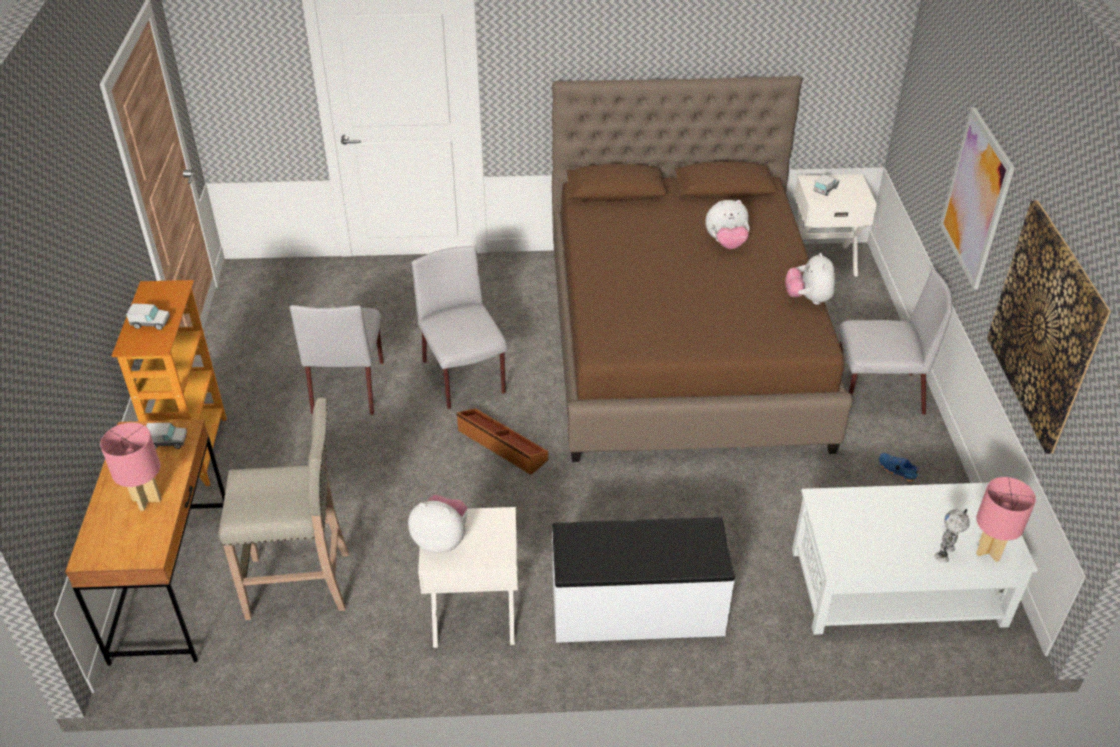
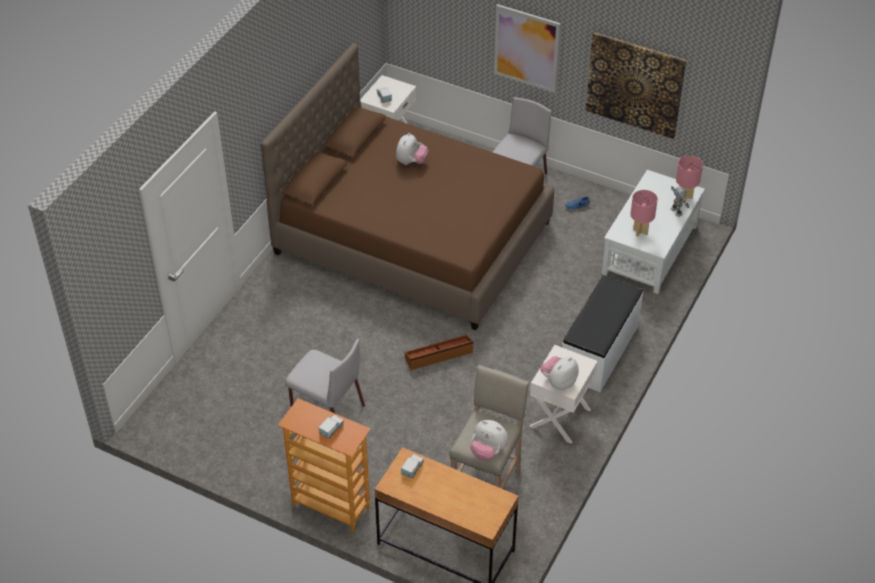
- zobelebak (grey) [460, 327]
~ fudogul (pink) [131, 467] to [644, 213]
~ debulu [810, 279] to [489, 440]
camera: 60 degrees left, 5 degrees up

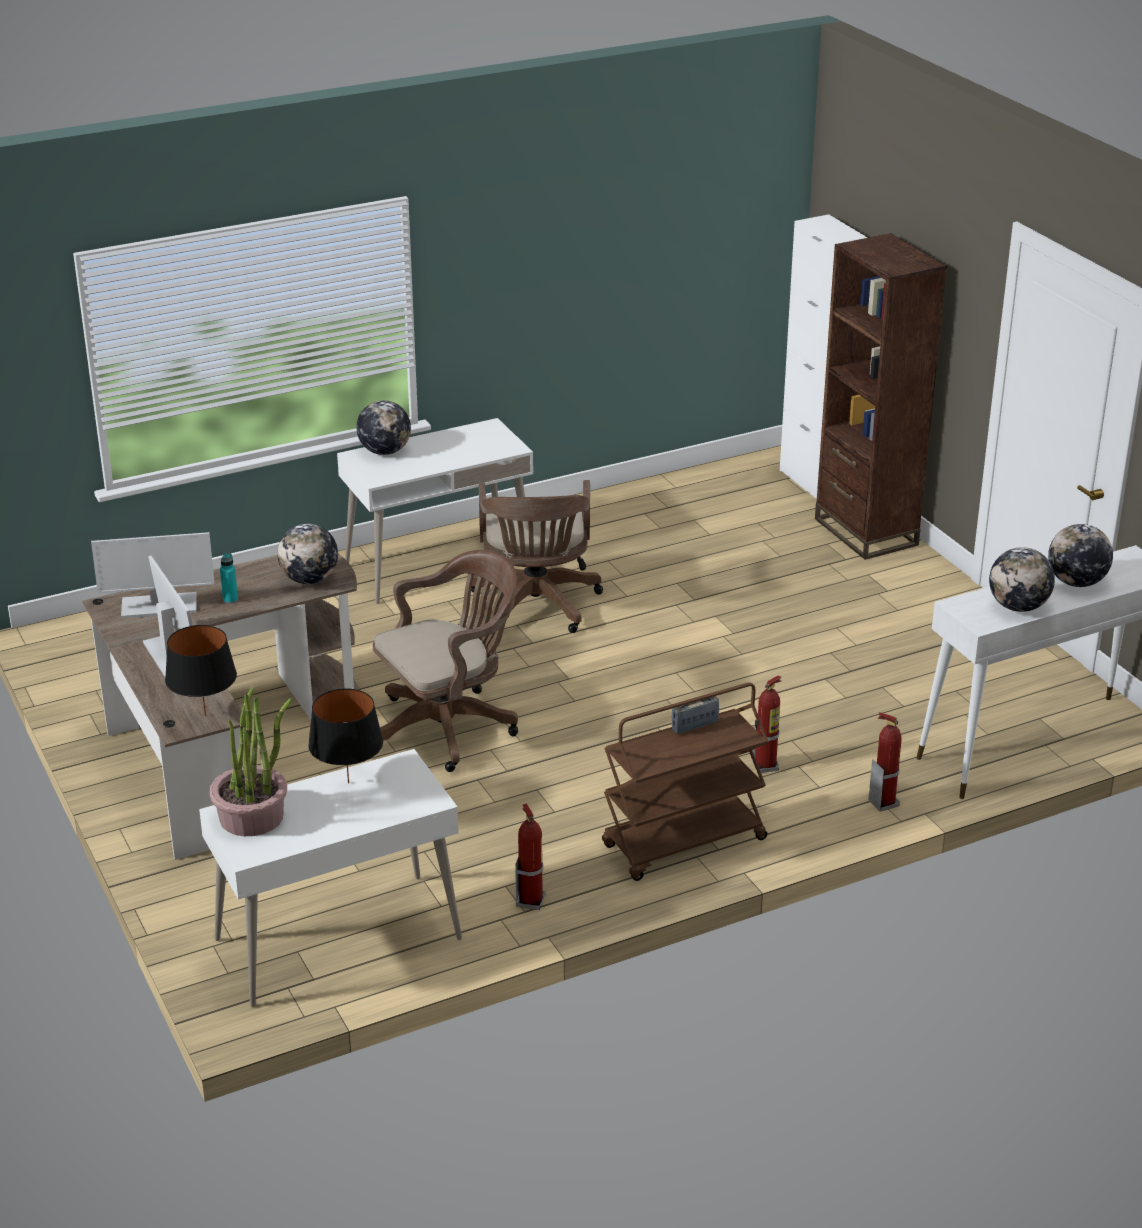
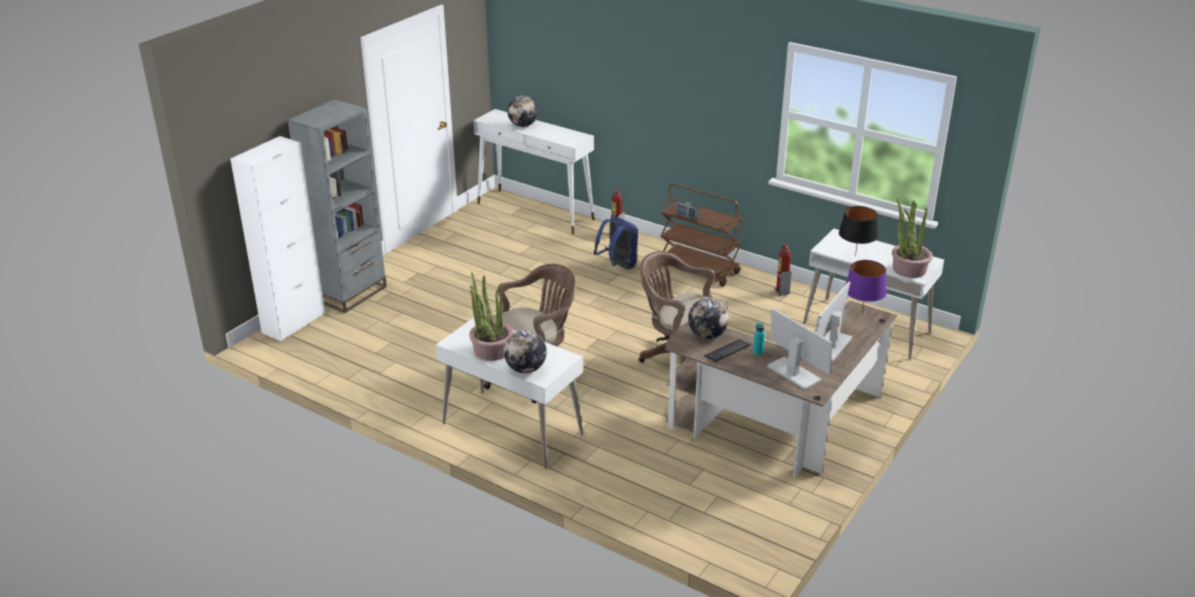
- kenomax [1022, 579]
+ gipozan [491, 316]
+ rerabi [727, 351]
~ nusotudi [767, 724] to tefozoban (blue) [616, 242]
~ fudogul (black) [201, 670] to fudogul (purple) [866, 287]
~ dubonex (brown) [881, 396] to dubonex (grey) [337, 206]
camera: 120 degrees left, 0 degrees up

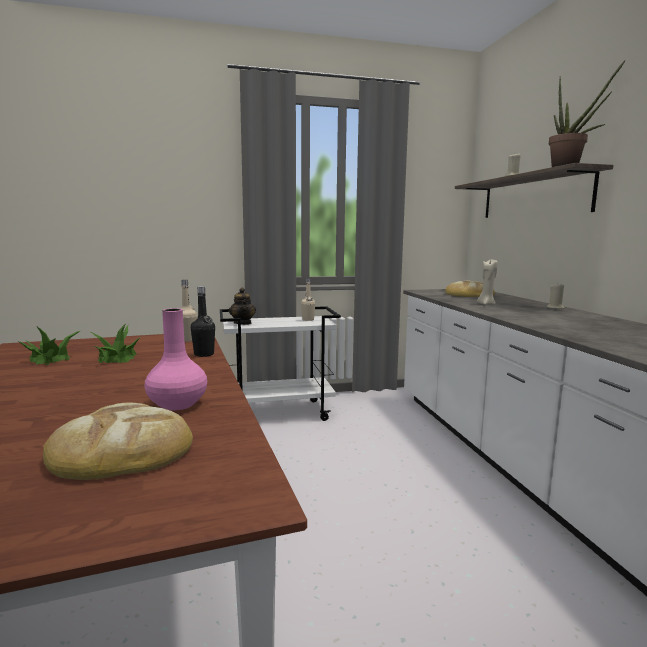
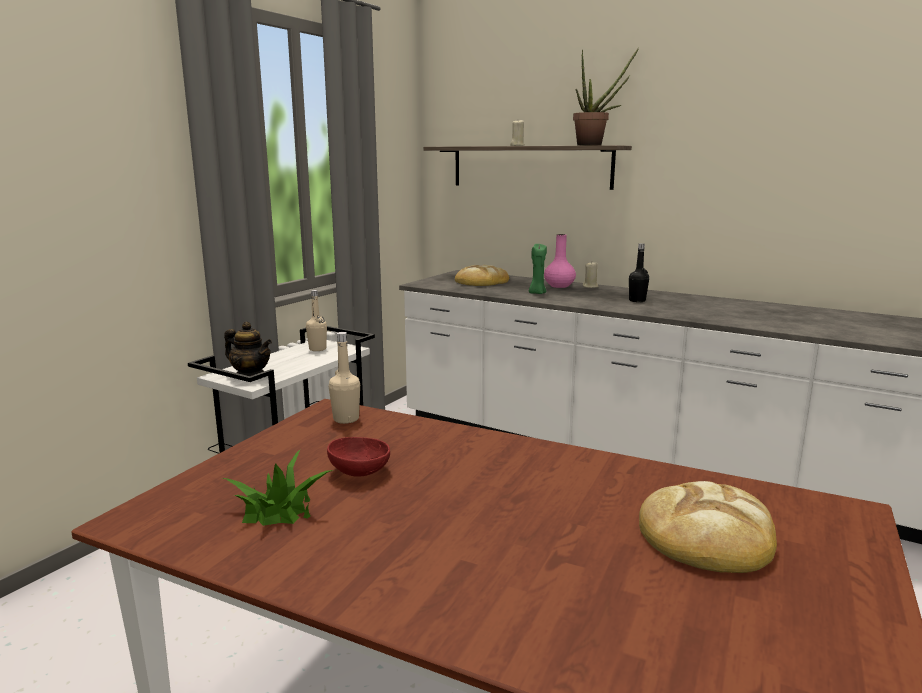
~ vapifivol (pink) [176, 359] to [560, 261]
~ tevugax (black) [203, 321] to [639, 273]
~ gipozan [116, 343] to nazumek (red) [358, 457]
~ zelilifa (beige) [487, 282] to zelilifa (green) [538, 269]
camera: 45 degrees left, 5 degrees up

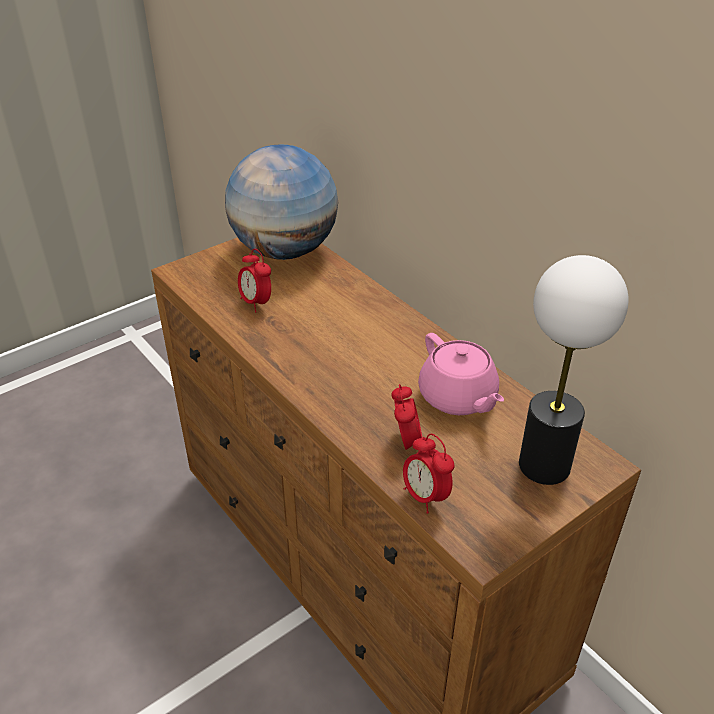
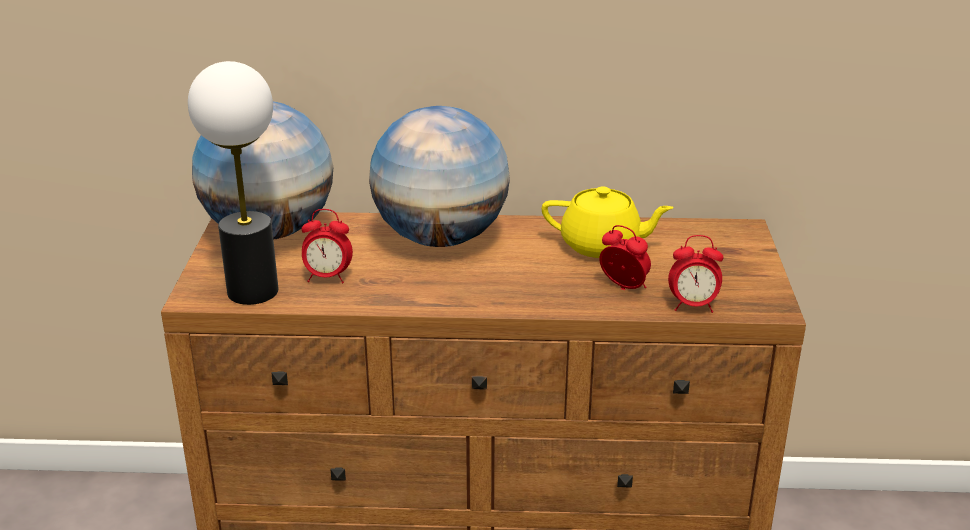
+ kenomax [439, 176]
~ fudogul [574, 370] to [233, 183]
~ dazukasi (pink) [461, 374] to dazukasi (yellow) [608, 222]
camera: 50 degrees left, 10 degrees down

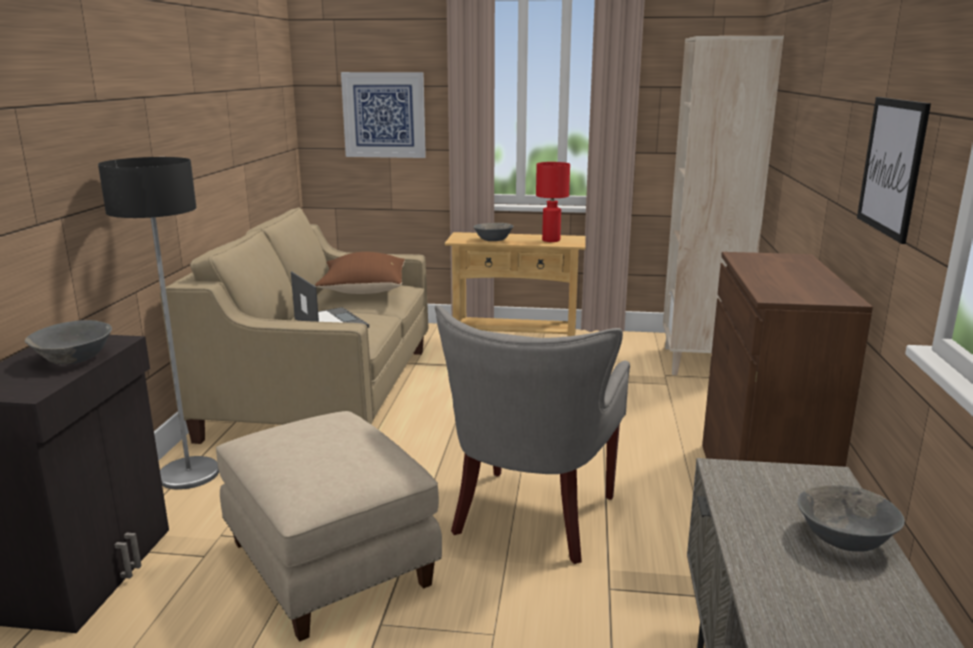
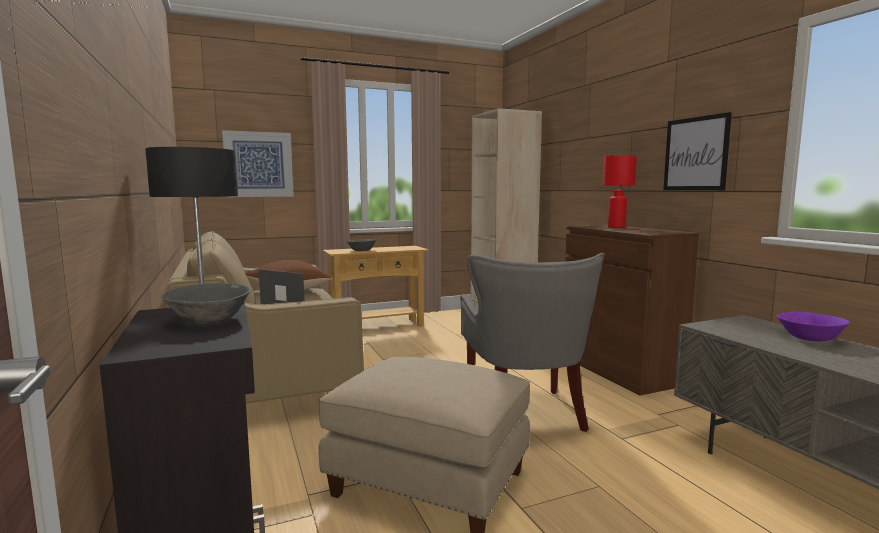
~ fudogul (red) [553, 202] to [620, 191]
~ nazumek (grey) [851, 518] to nazumek (purple) [813, 326]
camera: 30 degrees left, 10 degrees down

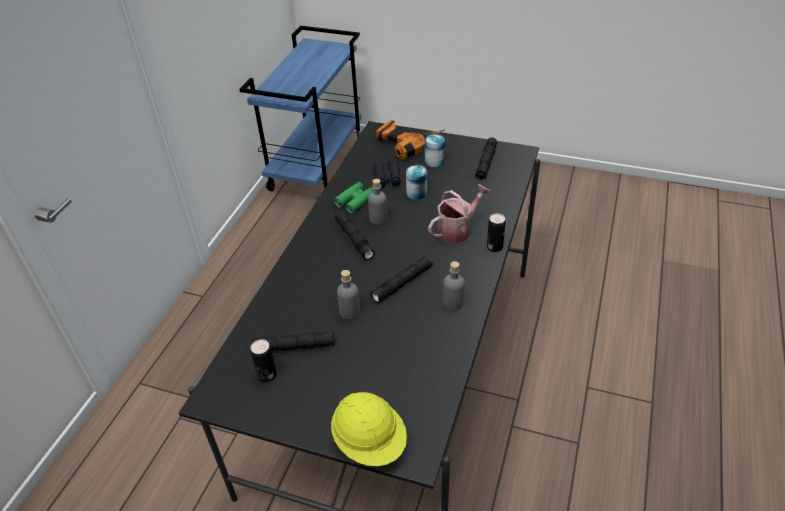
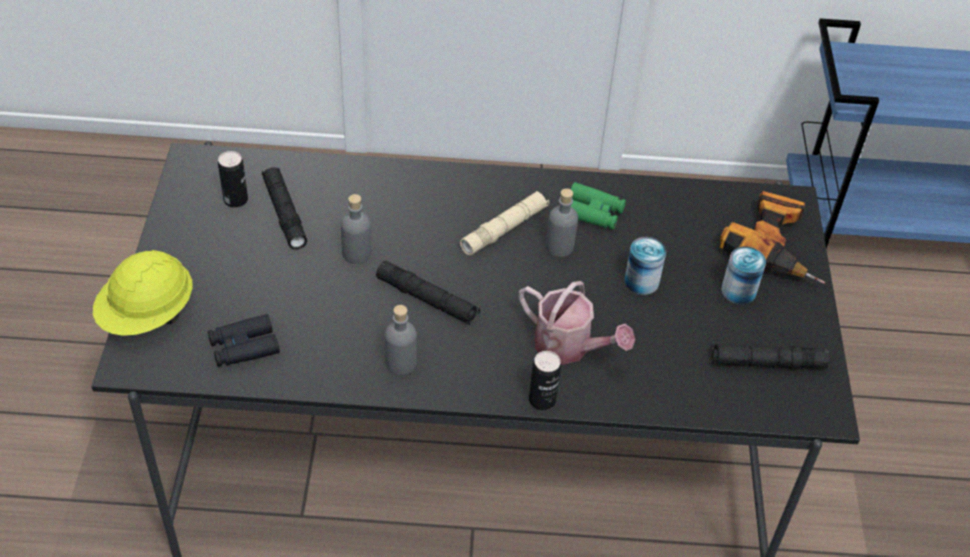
~ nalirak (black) [386, 174] to [244, 340]
~ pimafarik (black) [354, 236] to pimafarik (beige) [504, 223]
camera: 70 degrees right, 5 degrees up

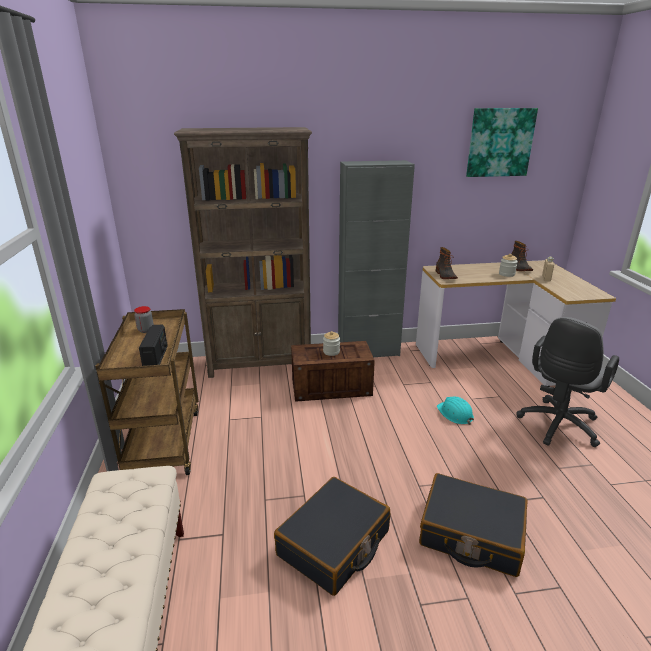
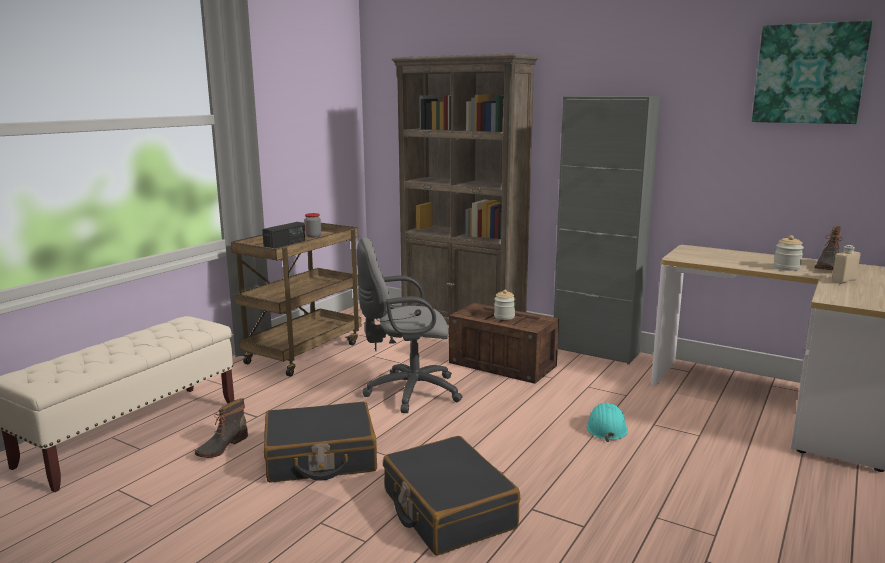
~ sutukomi [447, 263] to [221, 428]
~ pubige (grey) [567, 382] to [410, 325]
camera: 40 degrees right, 10 degrees down

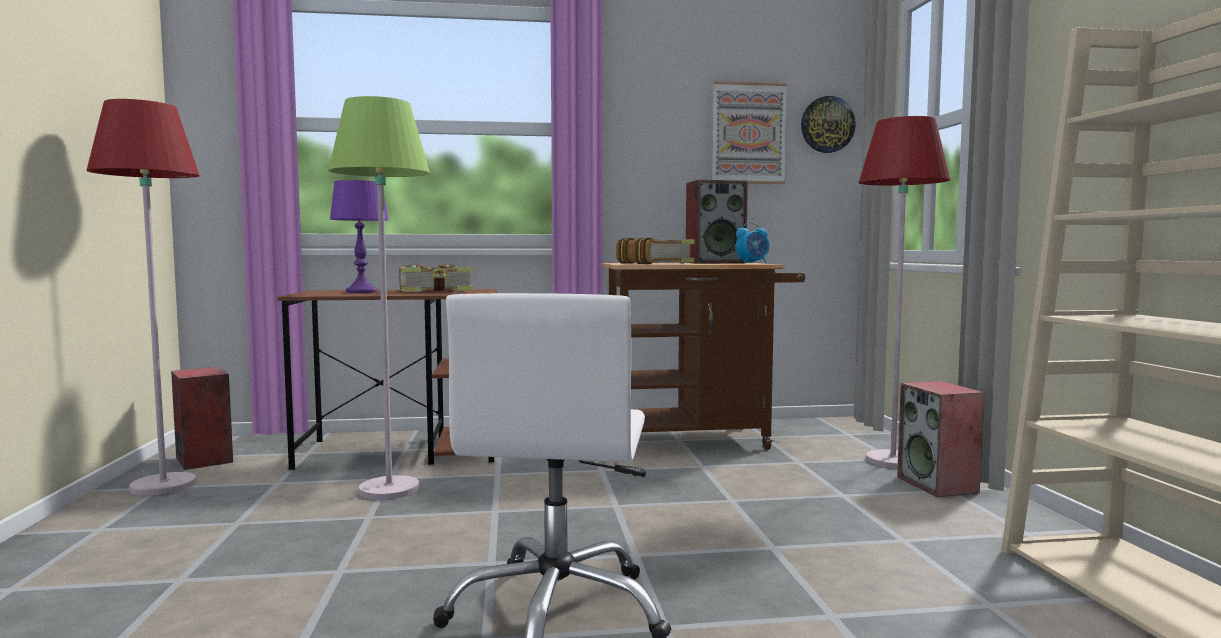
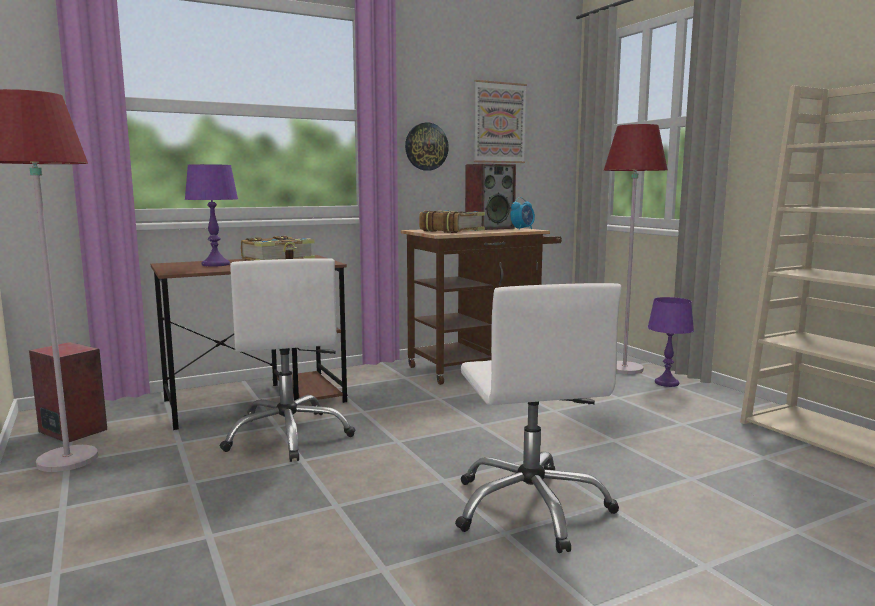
~ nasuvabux [828, 124] to [427, 146]
~ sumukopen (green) [379, 298] to pubige (white) [287, 360]
~ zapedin [941, 439] to fudogul (purple) [671, 342]
camera: 20 degrees left, 5 degrees up

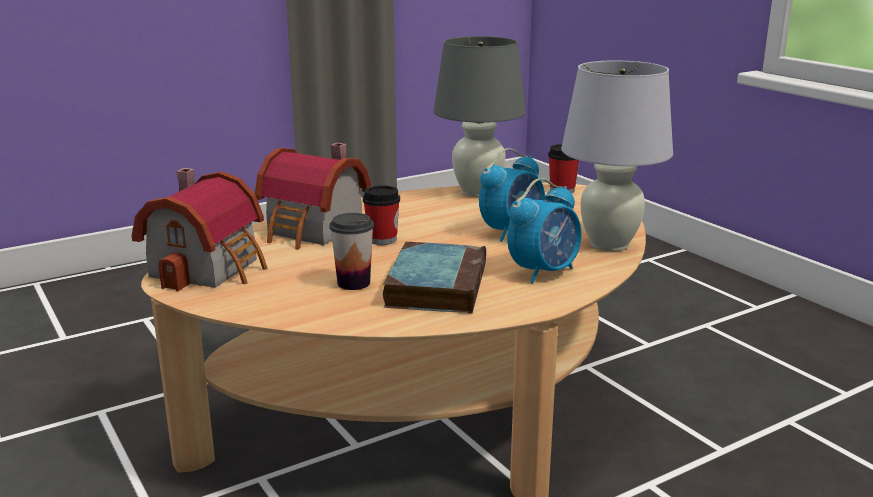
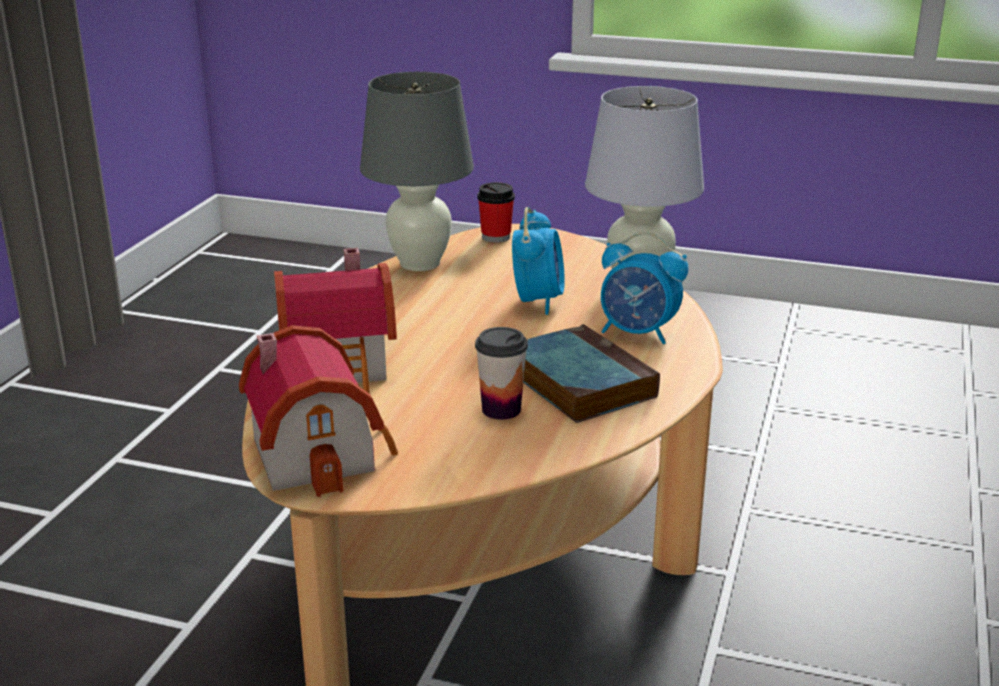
- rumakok [381, 215]
~ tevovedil [544, 231] = [644, 288] 105 degrees clockwise
camera: 40 degrees left, 5 degrees up

